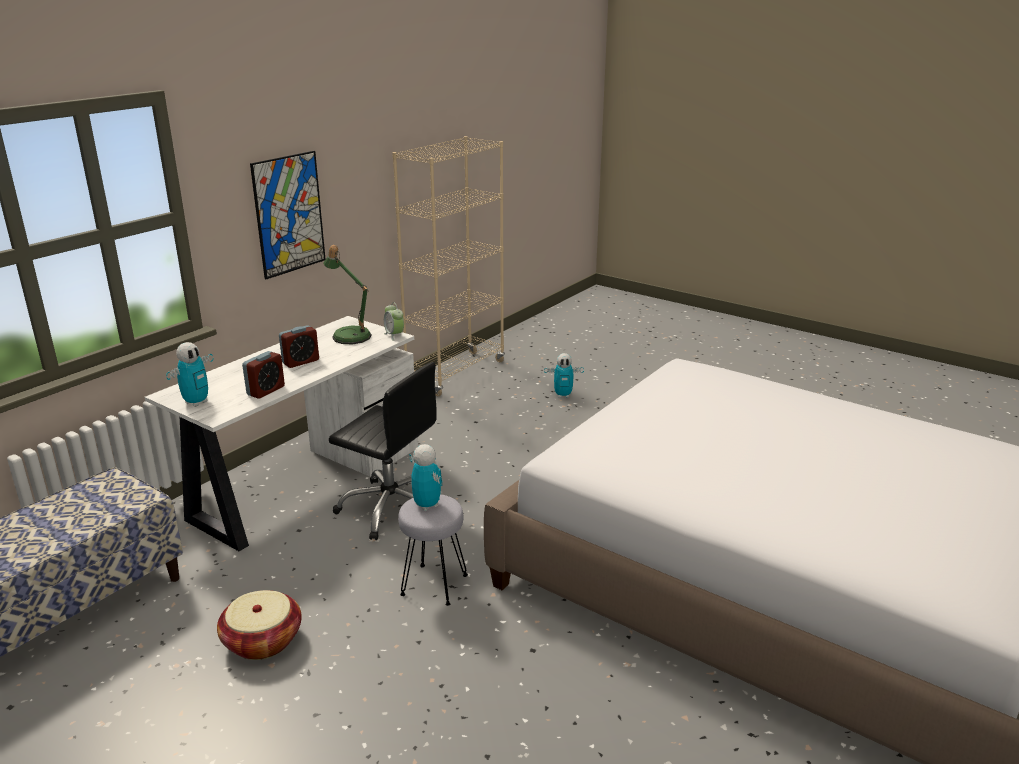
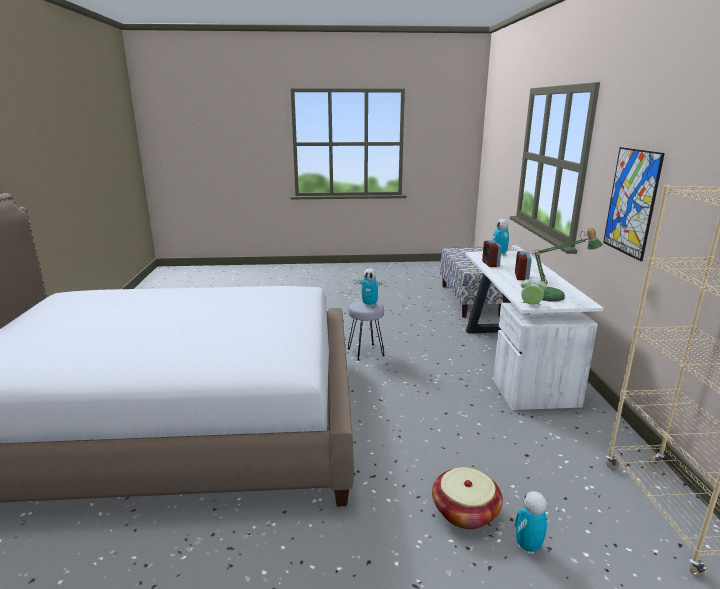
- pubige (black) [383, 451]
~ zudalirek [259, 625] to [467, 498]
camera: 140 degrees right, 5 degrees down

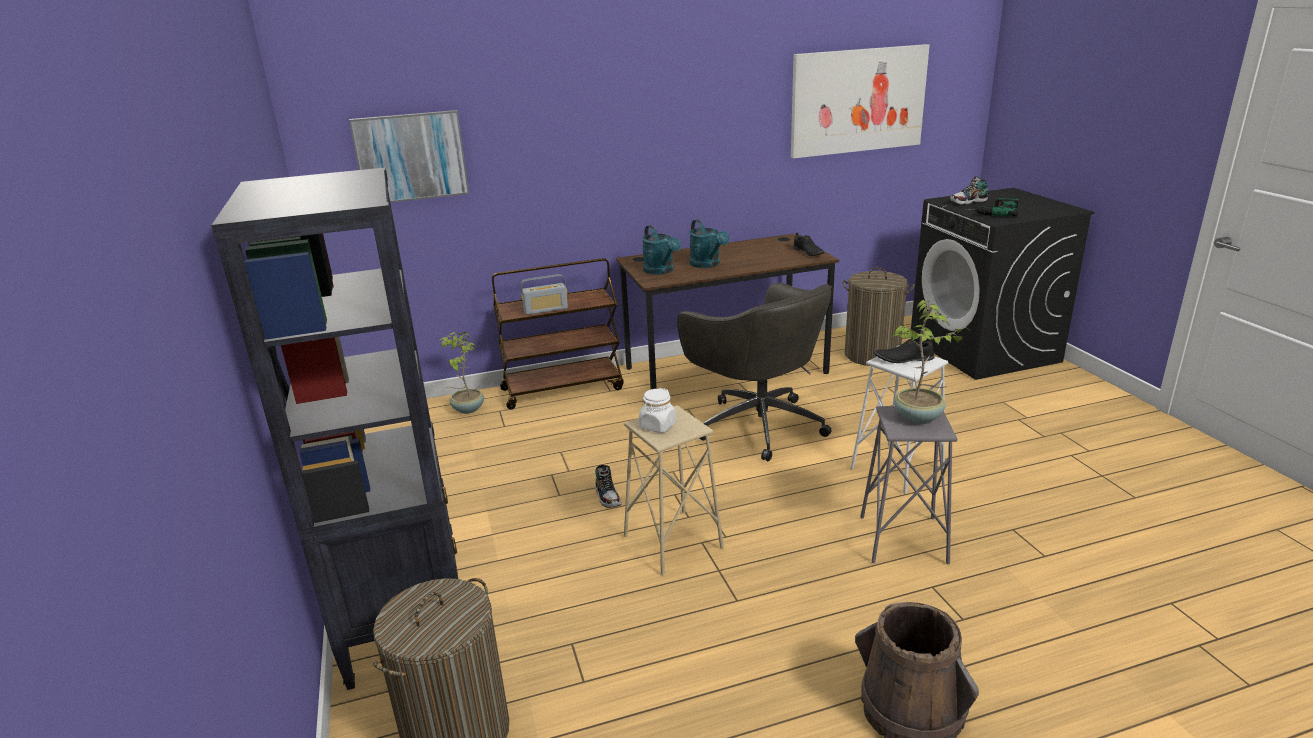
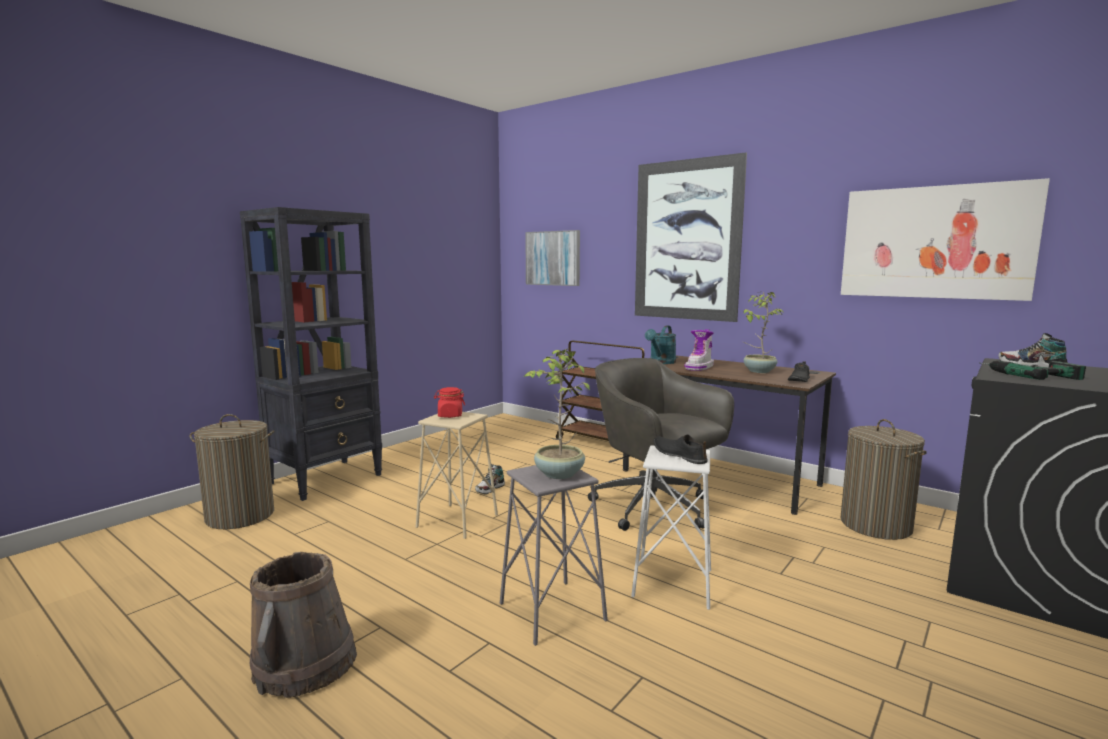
- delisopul [544, 294]
+ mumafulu [691, 237]
~ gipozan [461, 373] to [764, 332]
~ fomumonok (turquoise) [709, 244] to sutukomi [699, 350]
~ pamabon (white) [657, 410] to pamabon (red) [449, 402]
~ pubige (grey) [754, 372] = [661, 444] 120 degrees clockwise
camera: 55 degrees right, 15 degrees down

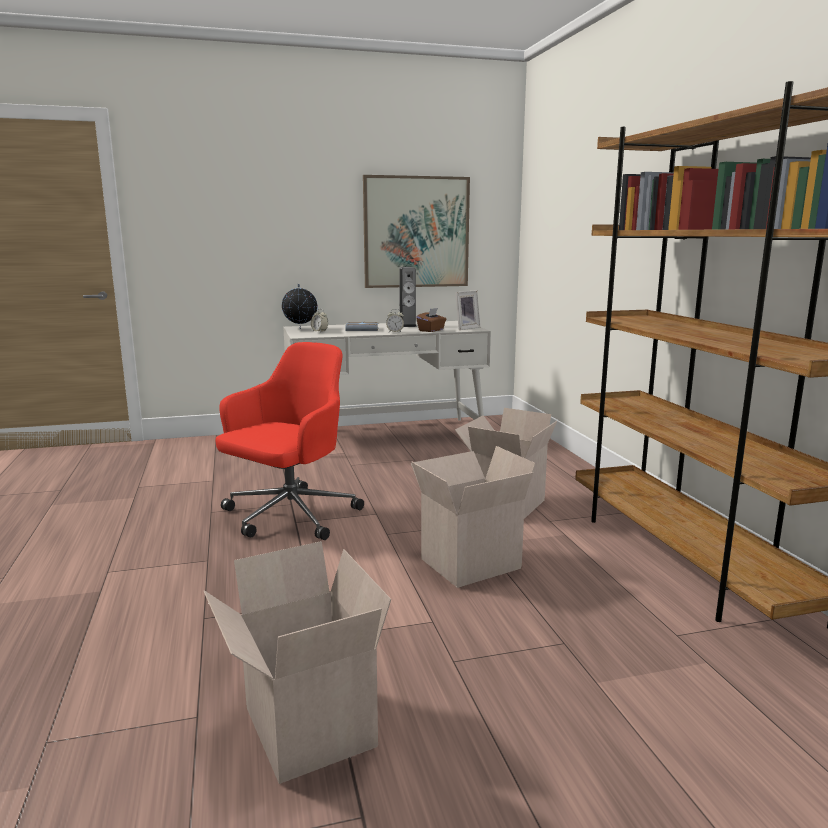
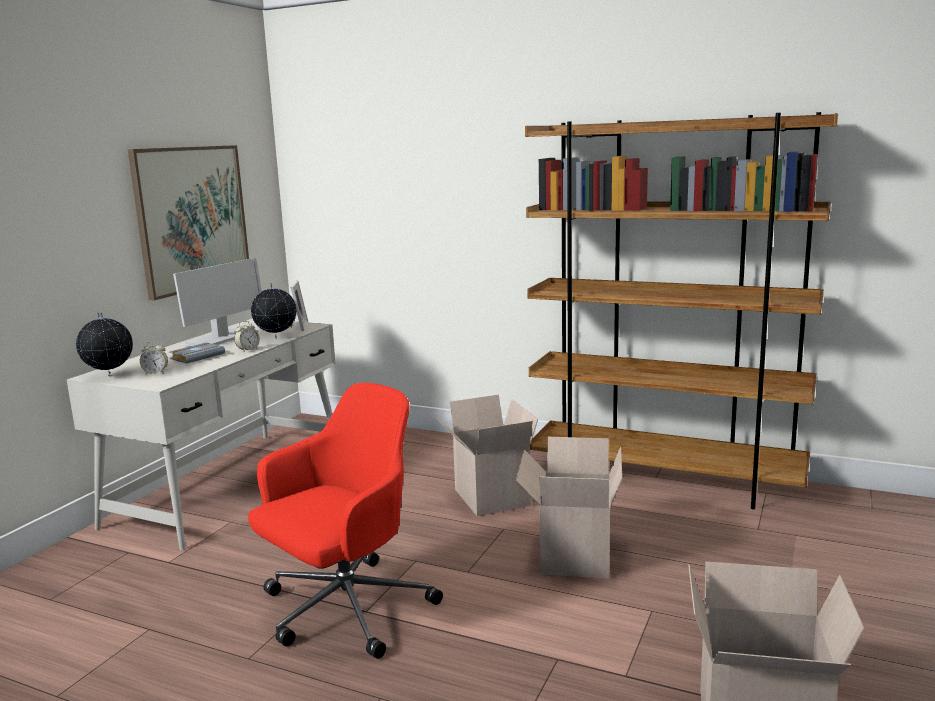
~ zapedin [408, 297] to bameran [217, 302]
~ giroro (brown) [431, 320] to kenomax [273, 311]
~ pubige (red) [289, 441] = [345, 521] 60 degrees clockwise
camera: 50 degrees left, 0 degrees up

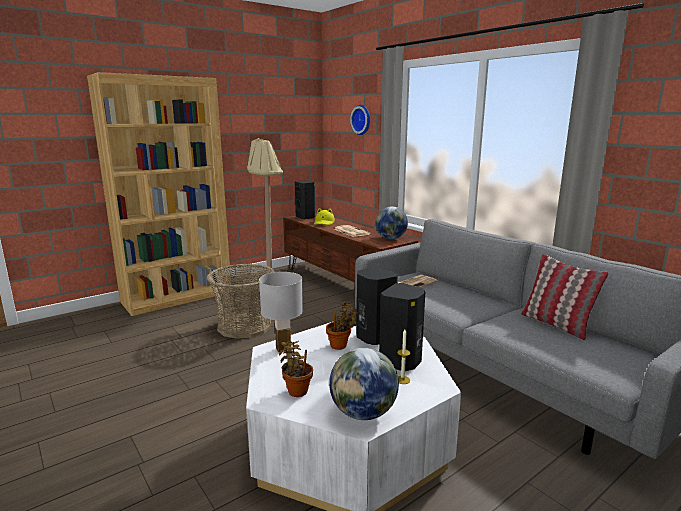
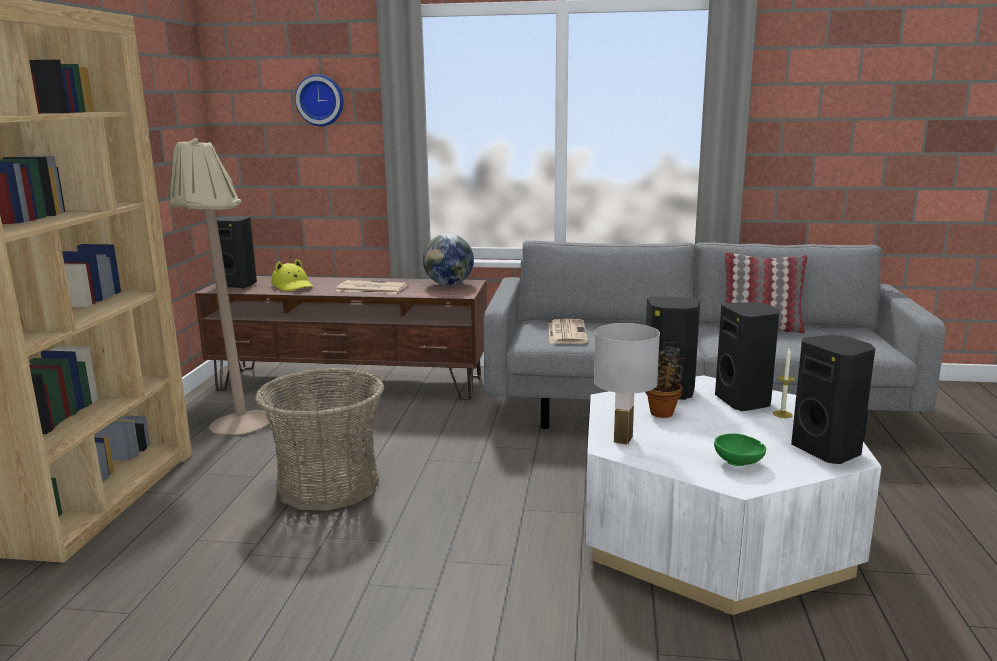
~ gipozan [296, 369] to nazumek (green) [740, 449]
~ kenomax [364, 384] to zapedin (black) [833, 399]
camera: 45 degrees left, 0 degrees up

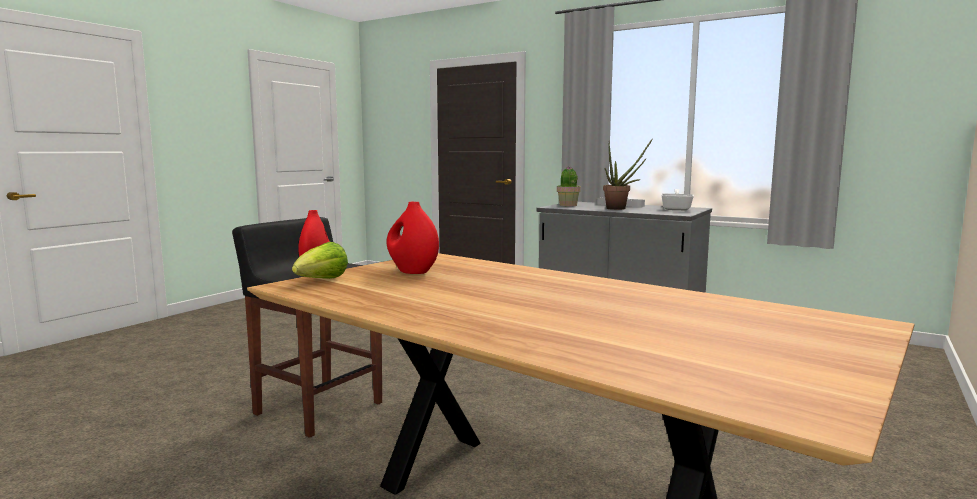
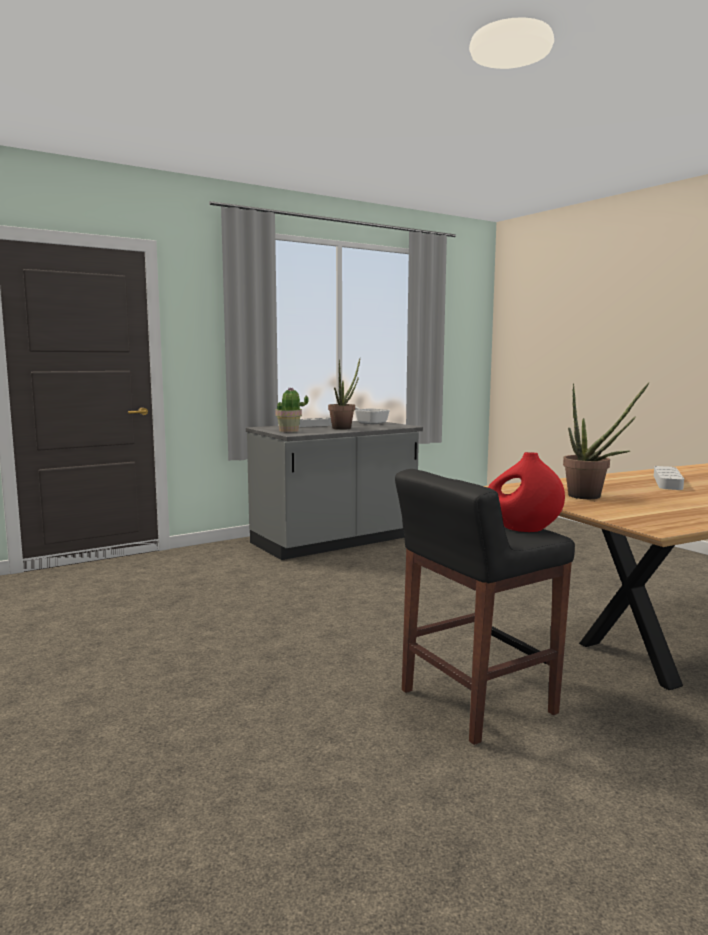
- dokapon [320, 260]
+ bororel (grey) [669, 478]
~ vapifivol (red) [413, 237] to gipozan [606, 441]
camera: 65 degrees left, 0 degrees up

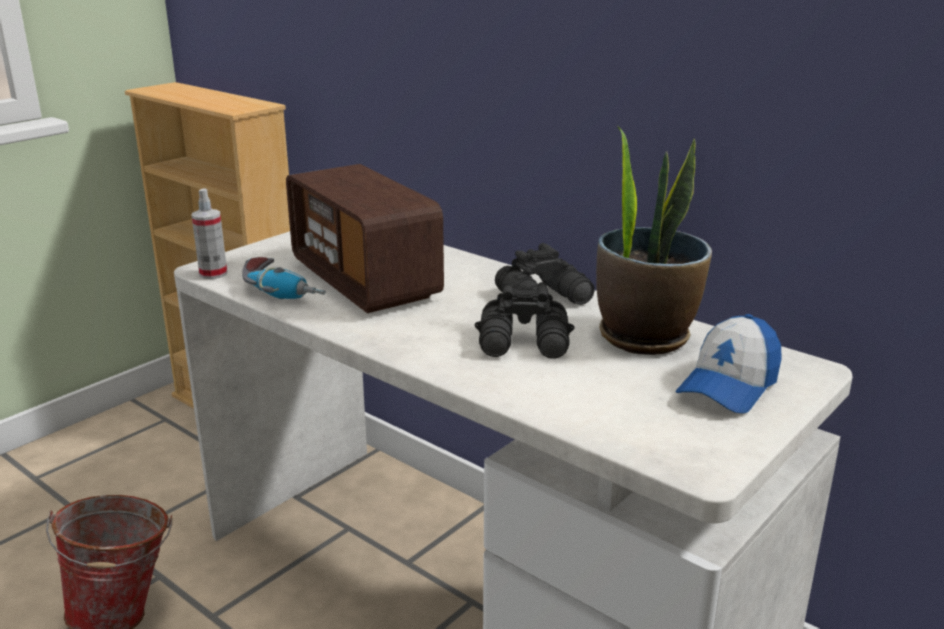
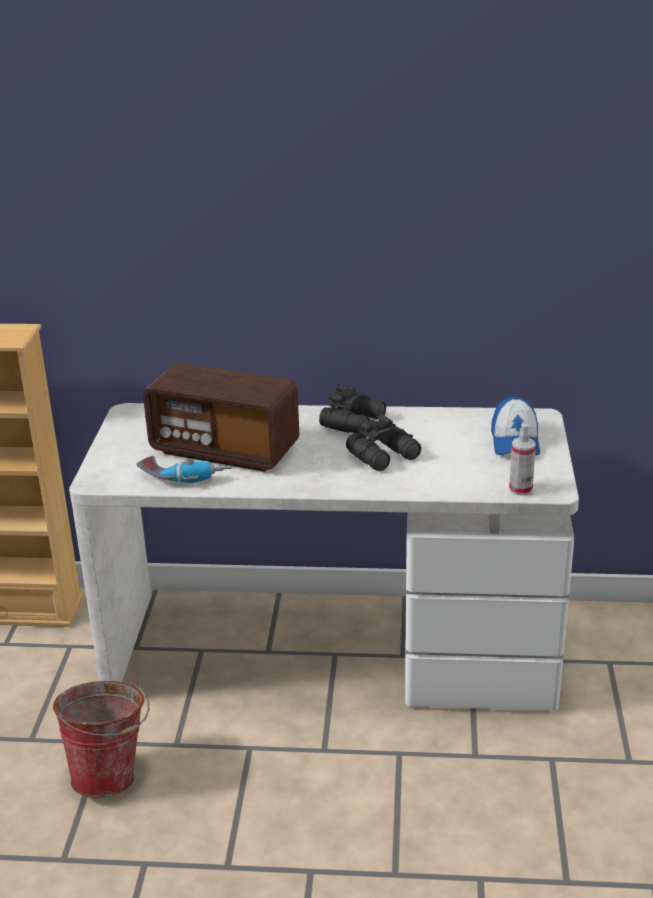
- gipozan [654, 240]
~ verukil [209, 233] to [522, 459]
camera: 35 degrees left, 5 degrees up

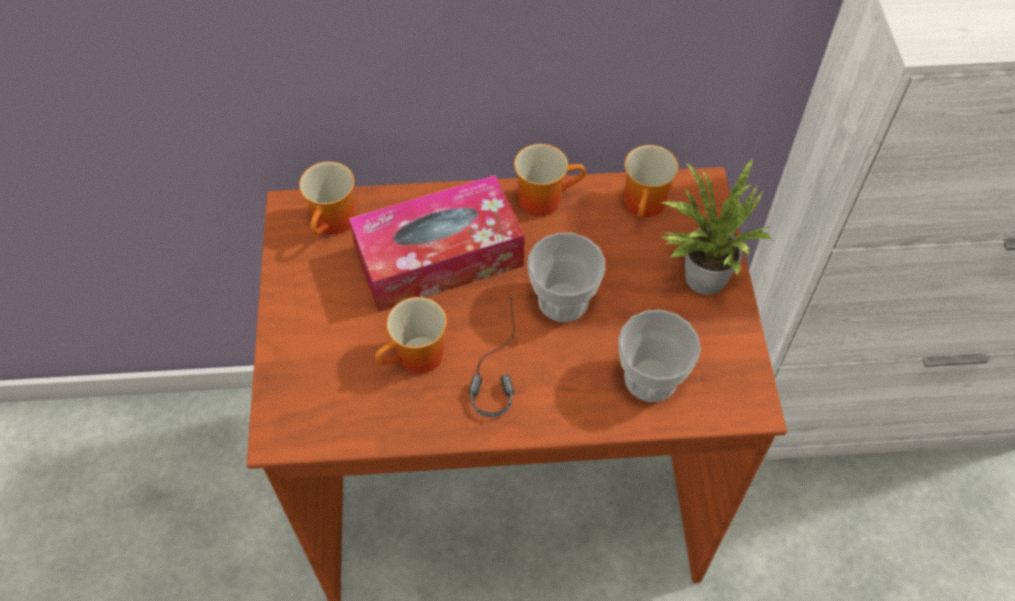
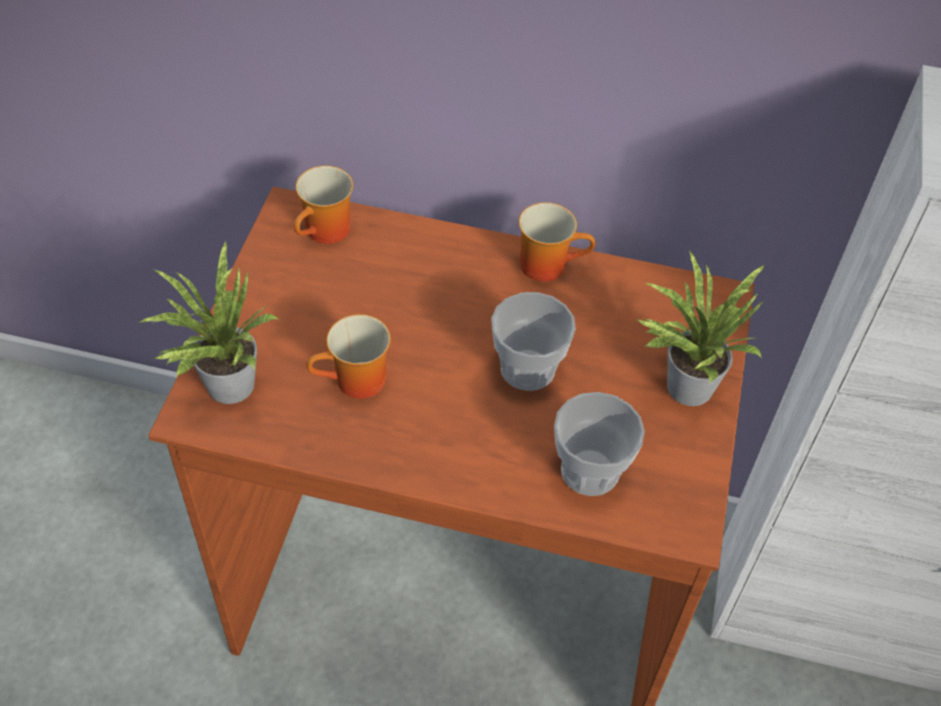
- giroro [437, 243]
- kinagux [492, 357]
- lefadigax [651, 181]
+ gipozan [209, 322]
camera: 15 degrees right, 5 degrees down

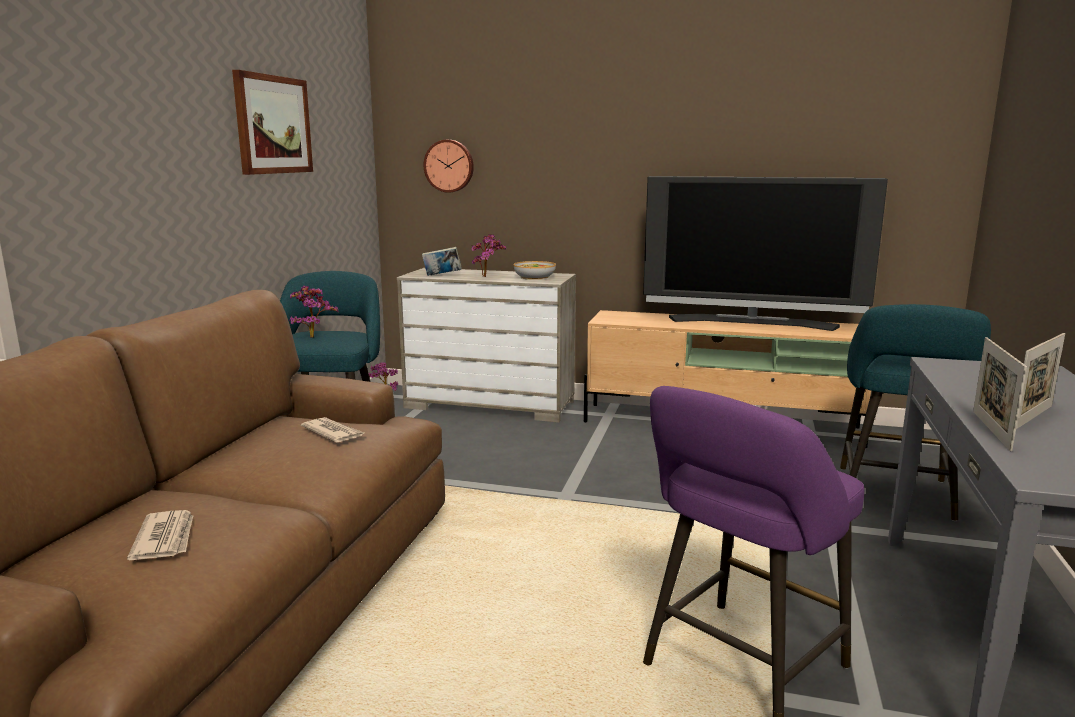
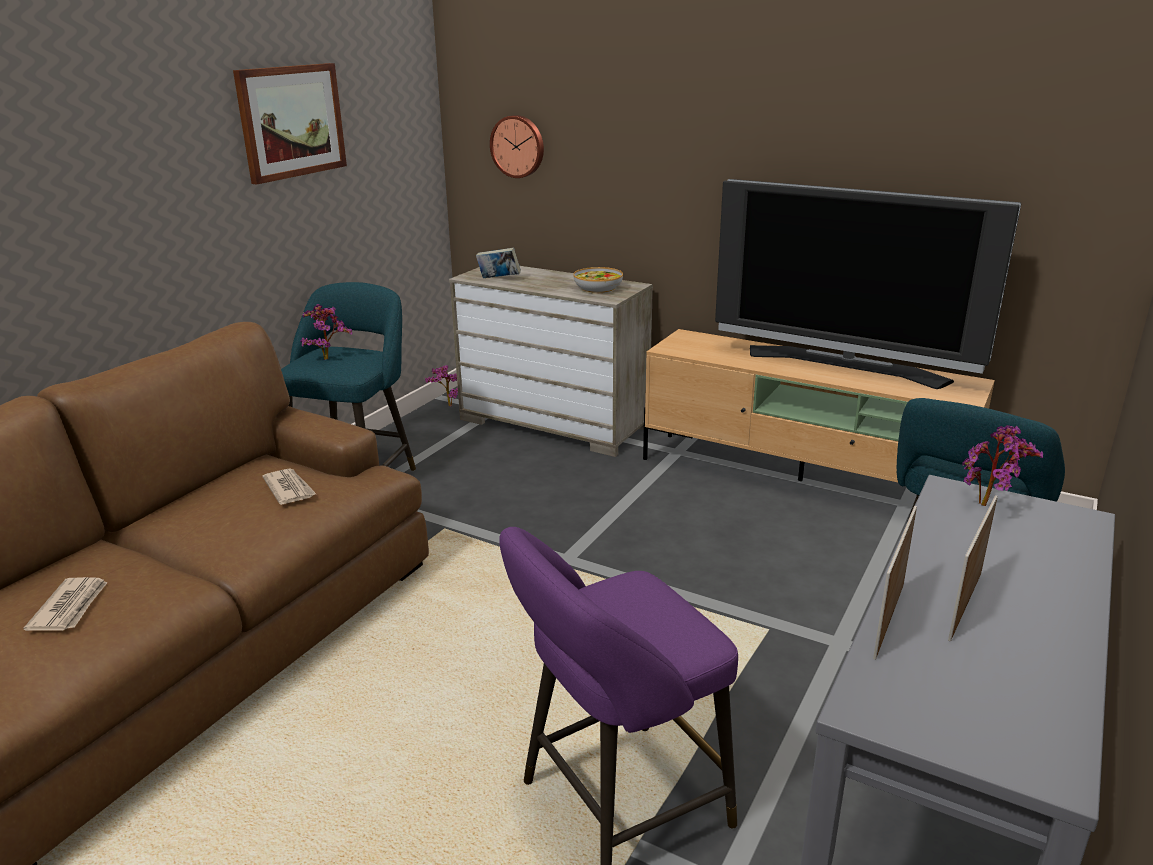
~ gipozan [488, 255] to [1002, 465]
~ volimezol [1040, 381] = [973, 568] 150 degrees clockwise
camera: 15 degrees right, 10 degrees up

